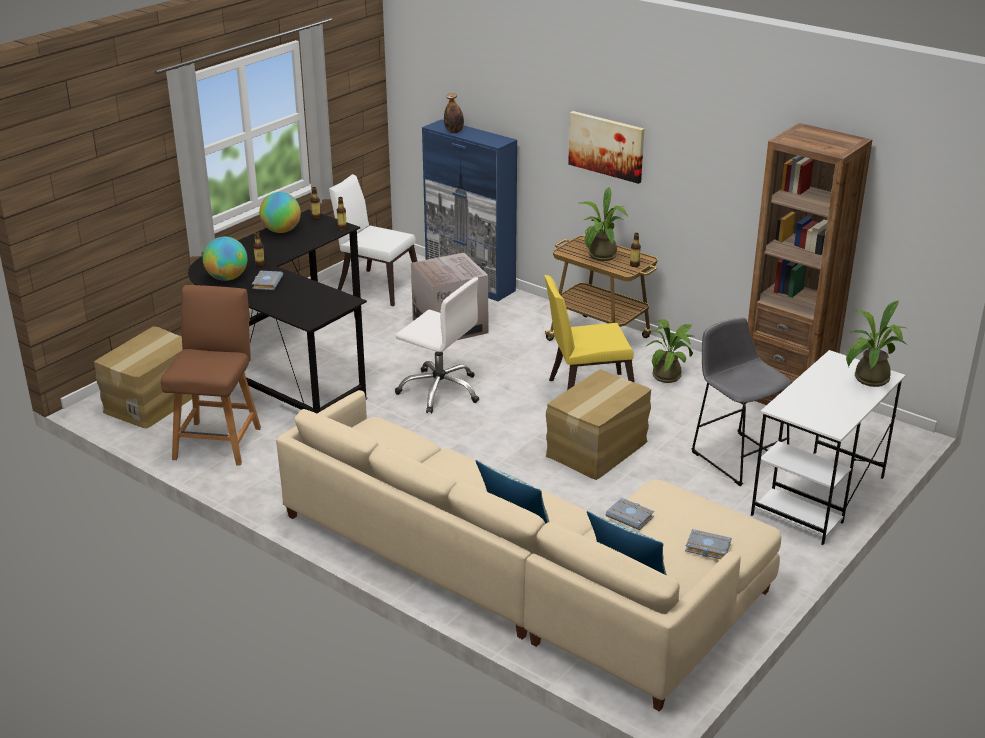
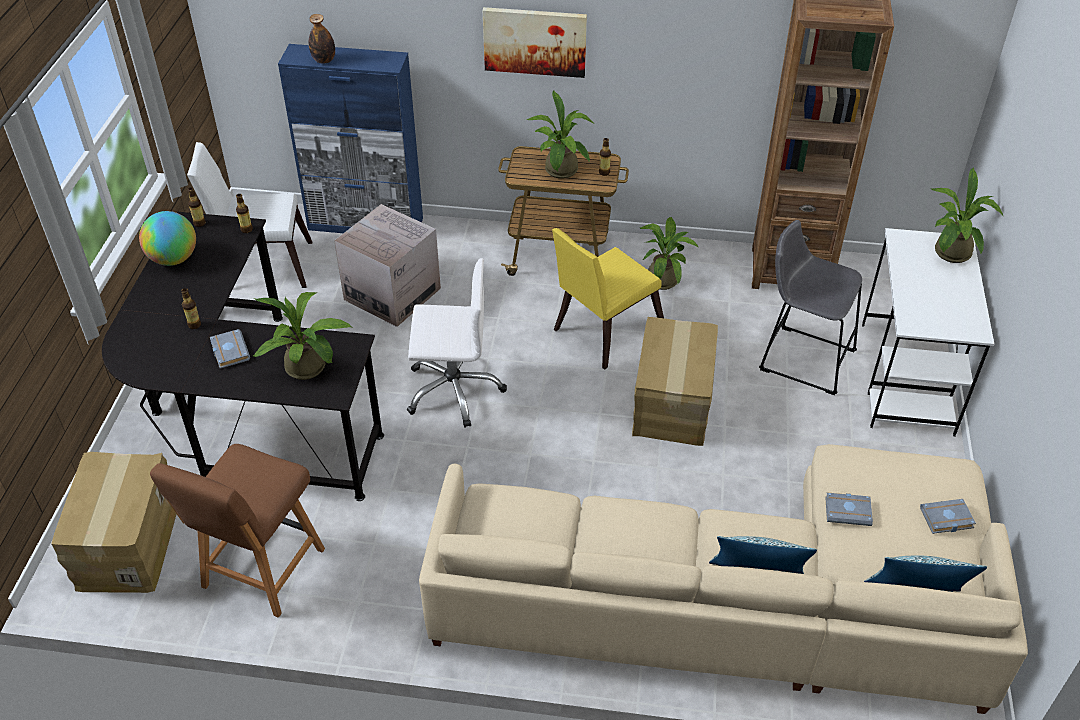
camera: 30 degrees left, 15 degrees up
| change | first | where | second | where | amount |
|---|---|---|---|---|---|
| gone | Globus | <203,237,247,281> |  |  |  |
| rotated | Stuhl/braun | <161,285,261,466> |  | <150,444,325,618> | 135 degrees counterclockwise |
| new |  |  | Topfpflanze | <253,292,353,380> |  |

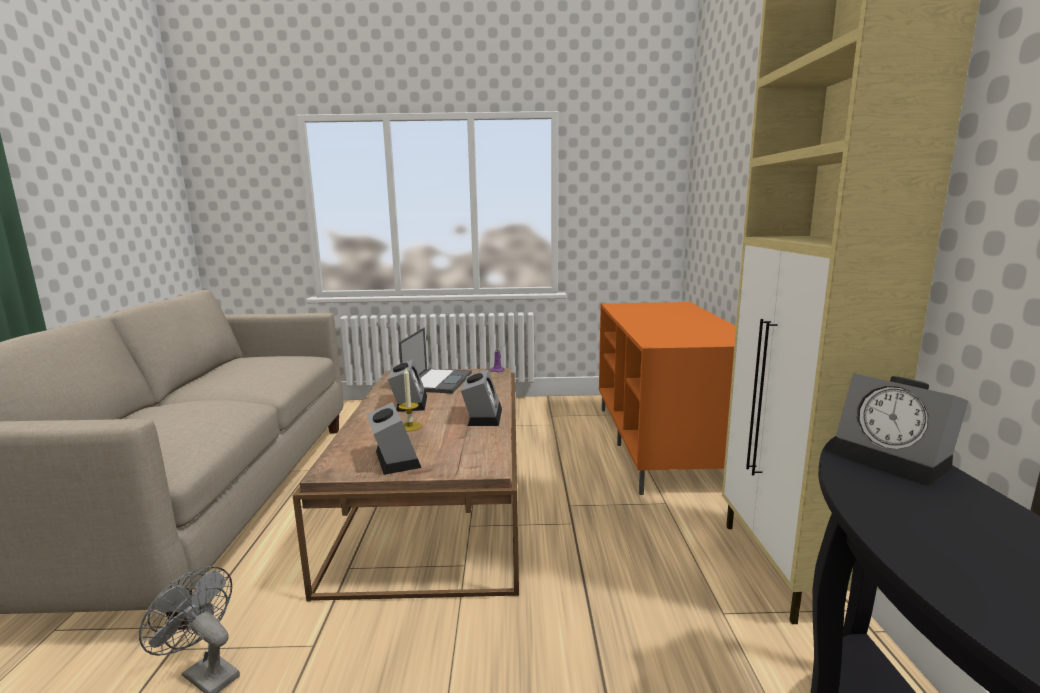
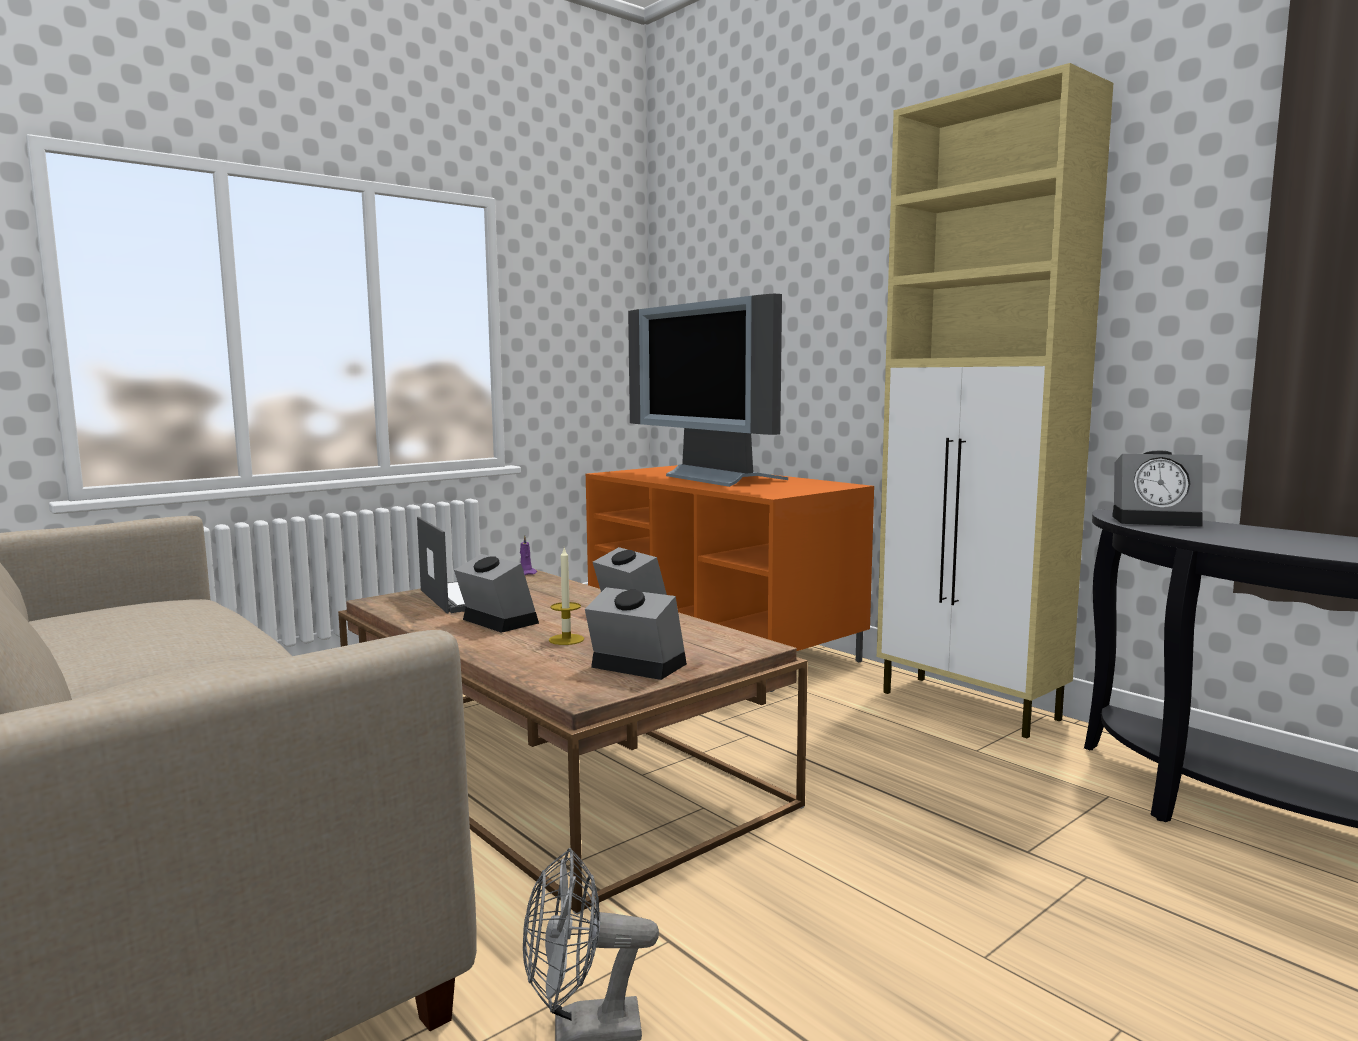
camera: 40 degrees left, 5 degrees down
| change | first | where | second | where | amount |
|---|---|---|---|---|---|
| new |  |  | Fernseher | <628,294,788,487> |  |

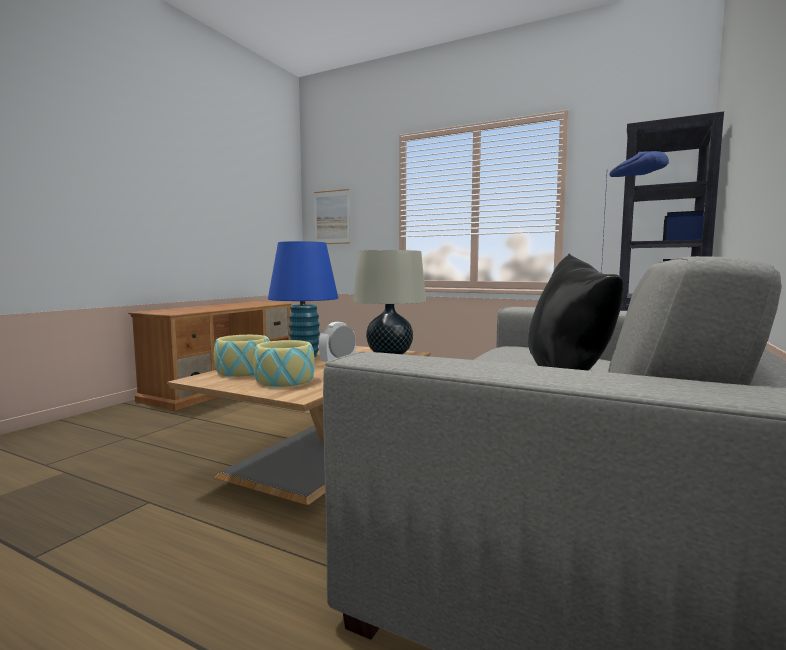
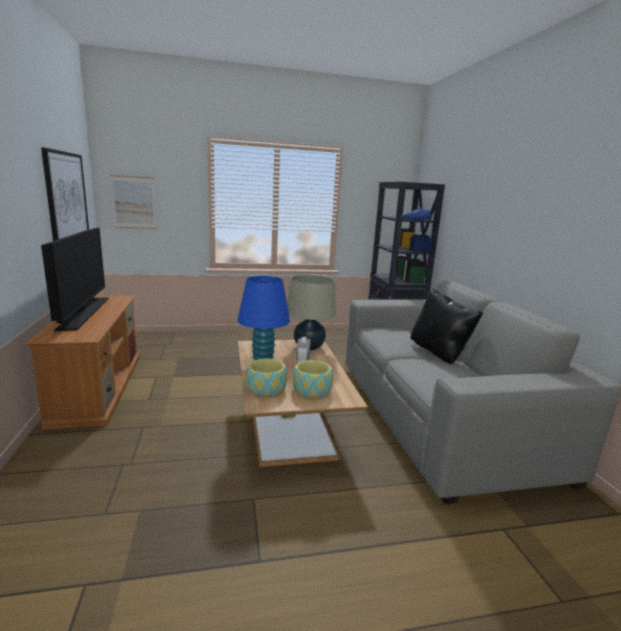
camera: 40 degrees left, 10 degrees up
| change | first | where | second | where | amount |
|---|---|---|---|---|---|
| new |  |  | Bild | <41,147,89,241> |  |
| new |  |  | Fernseher | <41,227,109,331> |  |

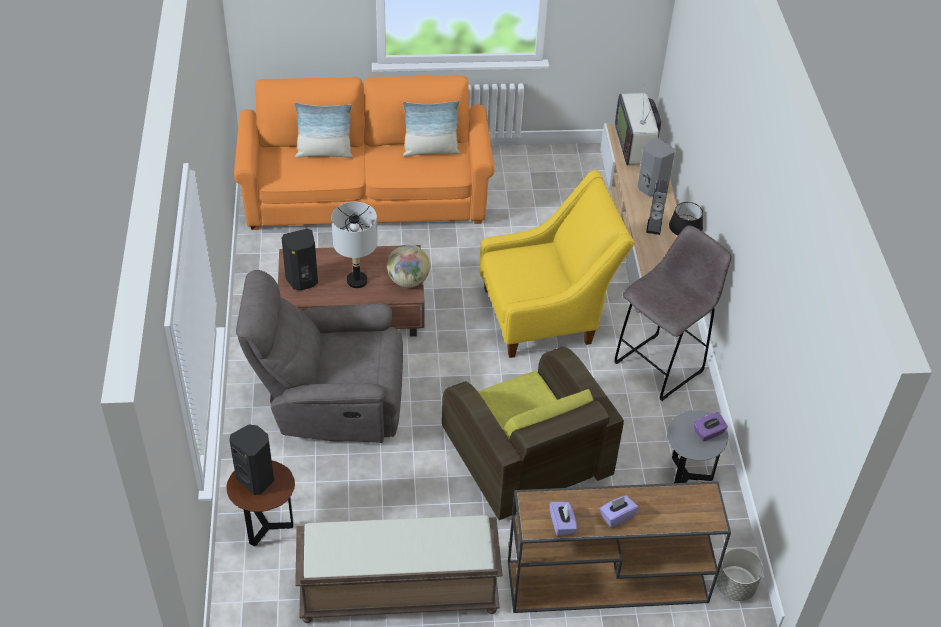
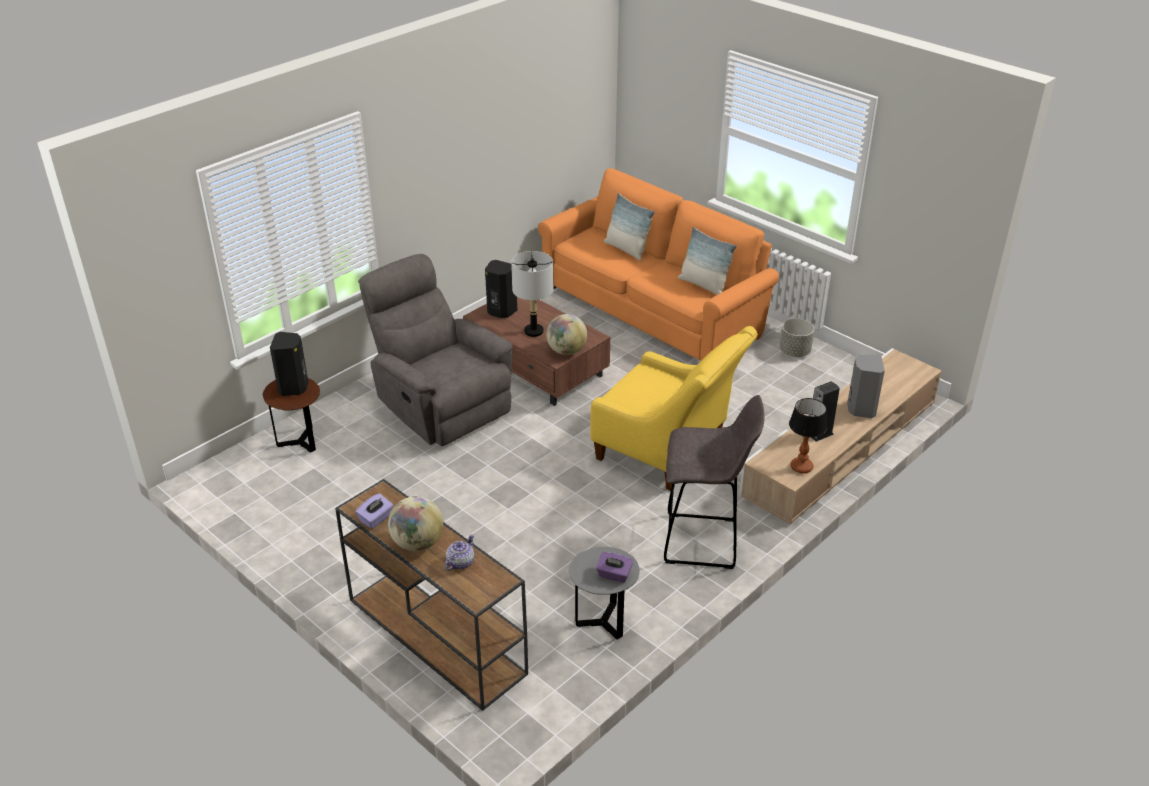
camera: 50 degrees right, 10 degrees down
| change | first | where | second | where | amount |
|---|---|---|---|---|---|
| gone | Fernseher | <615,93,661,165> |  |  |  |
| gone | Sessel/braun | <442,346,624,520> |  |  |  |
| swapped | Taschentuchbox/lila | <600,495,638,528> | Globus | <388,496,443,551> |  |
| gone | Bank/braun | <295,515,503,623> |  |  |  |
| shifted | Pflanzkübel/grau | <716,548,763,601> |  | <780,318,814,357> |  |
| new |  |  | Teekanne | <445,534,474,571> |  |

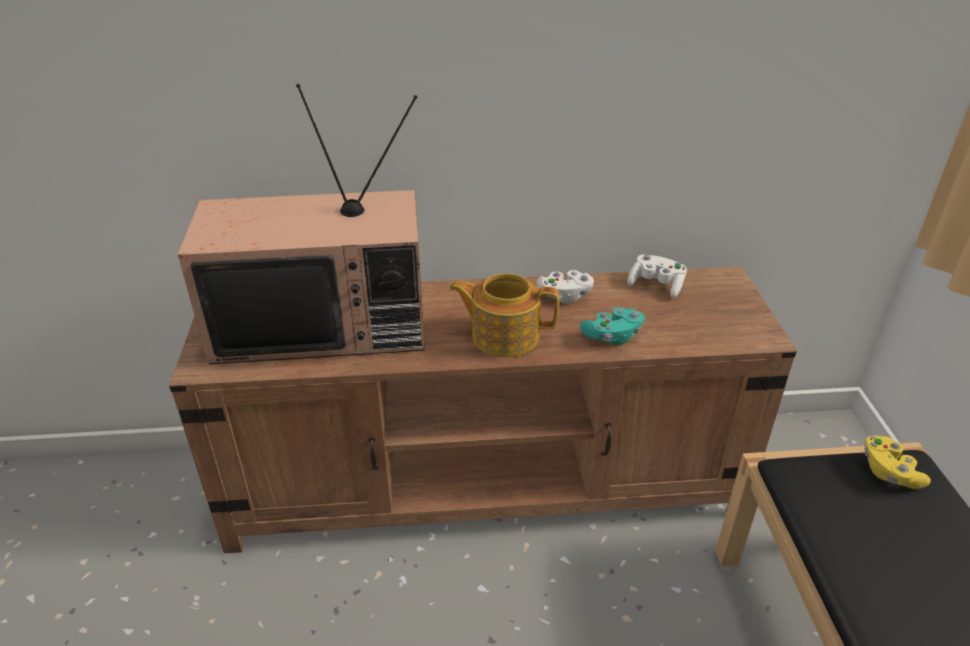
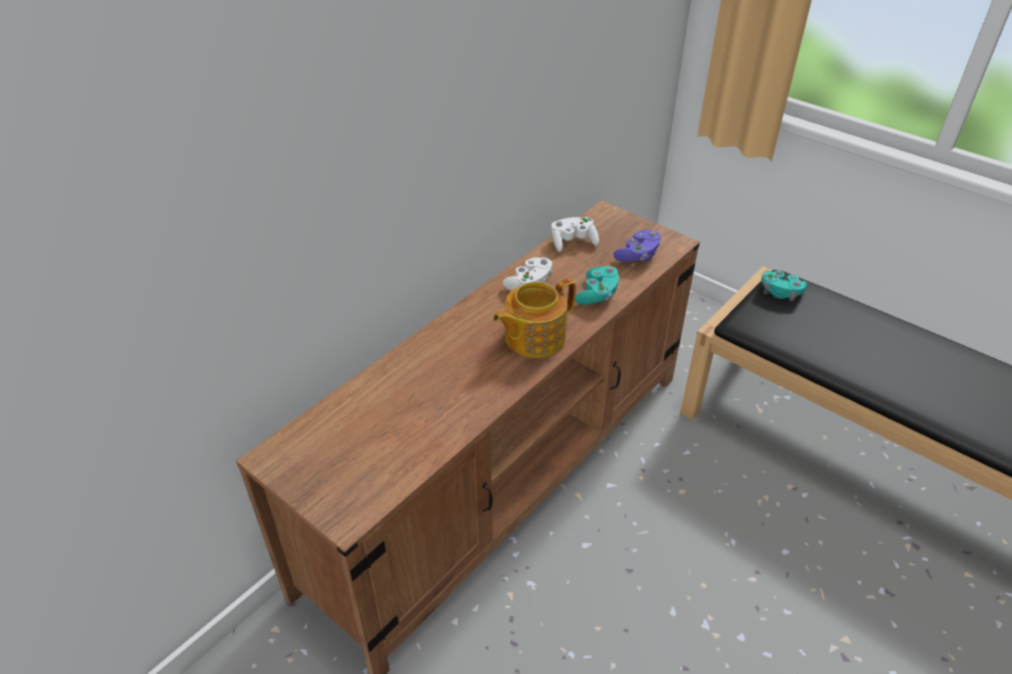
camera: 45 degrees left, 5 degrees up
| change | first | where | second | where | amount |
|---|---|---|---|---|---|
| gone | Fernseher | <178,84,425,364> |  |  |  |
| repainted | Gamepad/gelb | <864,435,931,489> | Gamepad/türkis | <761,270,807,299> |  |
| new |  |  | Gamepad/lila | <613,230,661,262> |  |

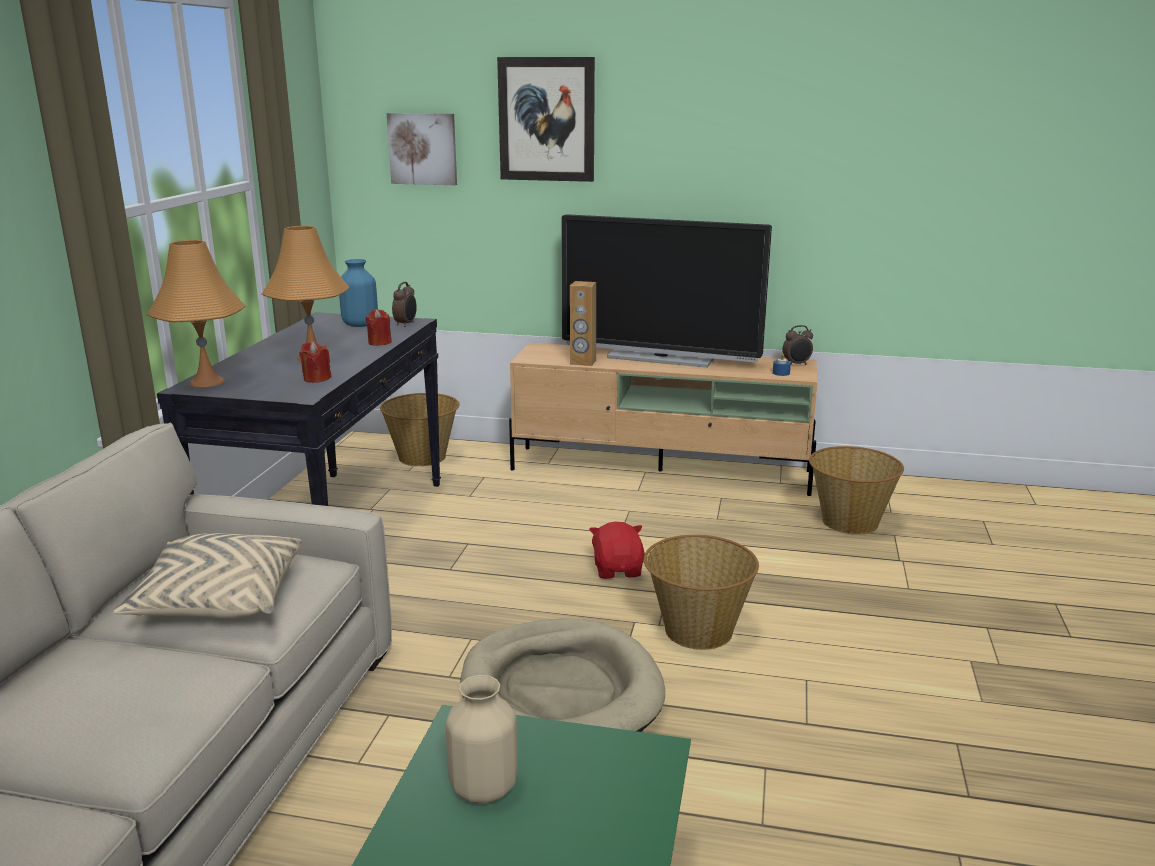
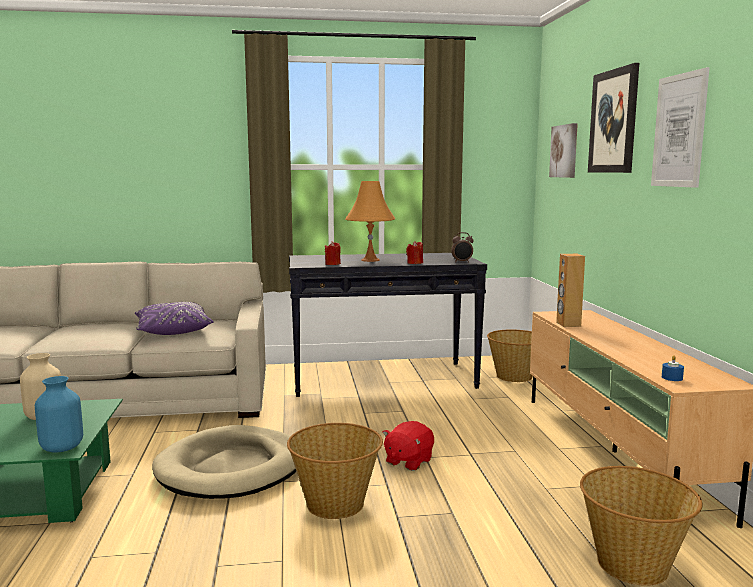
camera: 70 degrees right, 10 degrees down
| change | first | where | second | where | amount |
|---|---|---|---|---|---|
| gone | Fernseher | <561,214,772,368> |  |  |  |
| gone | Tischlampe/orange | <147,240,246,387> |  |  |  |
| shifted | Vase/blau | <339,259,378,327> |  | <35,376,83,453> |  |
| gone | Wecker | <782,325,813,365> |  |  |  |
| rotated | Plüschtier/rot | <589,522,645,579> |  | <382,421,434,471> | 150 degrees clockwise |
| repainted | Kissen/beige | <113,533,302,619> | Kissen/lila | <135,302,214,335> |  |
| new |  |  | Bild | <651,67,710,188> |  |

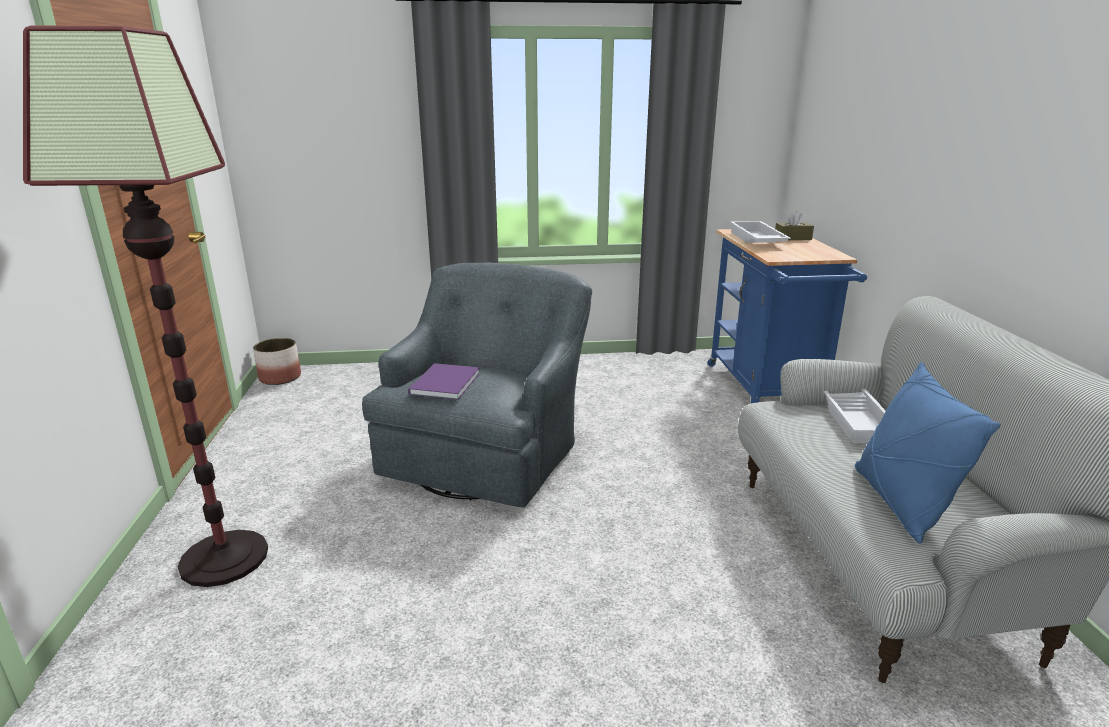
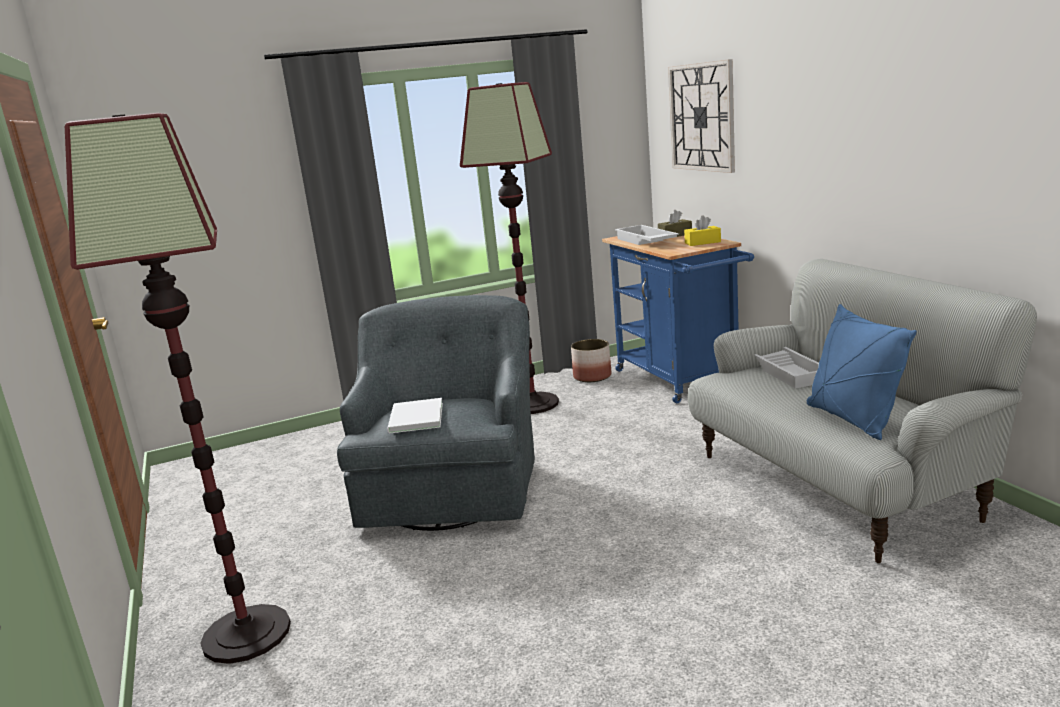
camera: 15 degrees left, 5 degrees down
| change | first | where | second | where | amount |
|---|---|---|---|---|---|
| shifted | Pflanzkübel | <253,338,301,385> |  | <571,339,611,382> |  |
| repainted | Buch/lila | <408,363,480,400> | Buch/weiß | <387,398,443,434> |  |
| new |  |  | Wanduhr | <668,59,735,173> |  |
| new |  |  | Stehlampe | <460,82,559,414> |  |
| new |  |  | Taschentuchbox/gelb | <684,215,721,246> |  |

